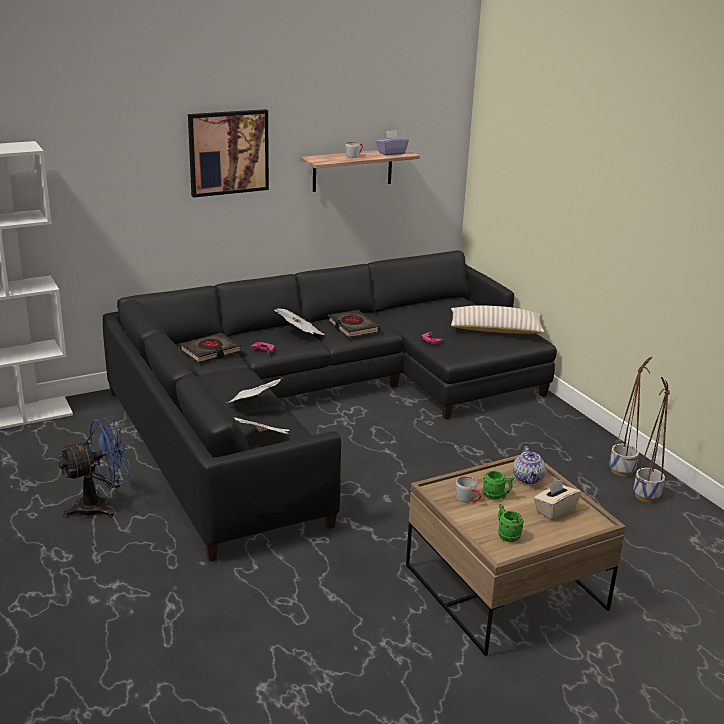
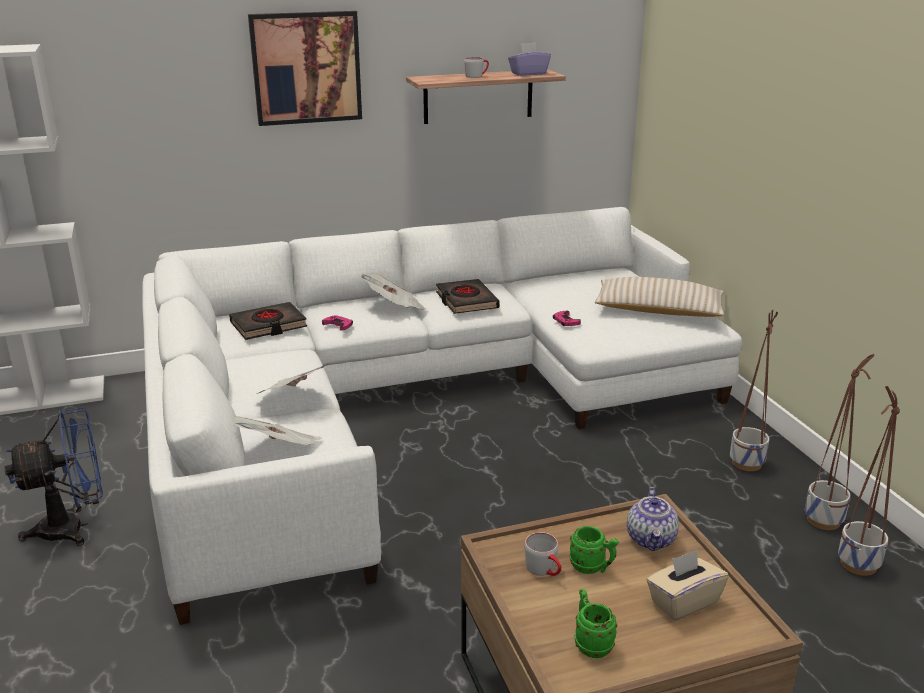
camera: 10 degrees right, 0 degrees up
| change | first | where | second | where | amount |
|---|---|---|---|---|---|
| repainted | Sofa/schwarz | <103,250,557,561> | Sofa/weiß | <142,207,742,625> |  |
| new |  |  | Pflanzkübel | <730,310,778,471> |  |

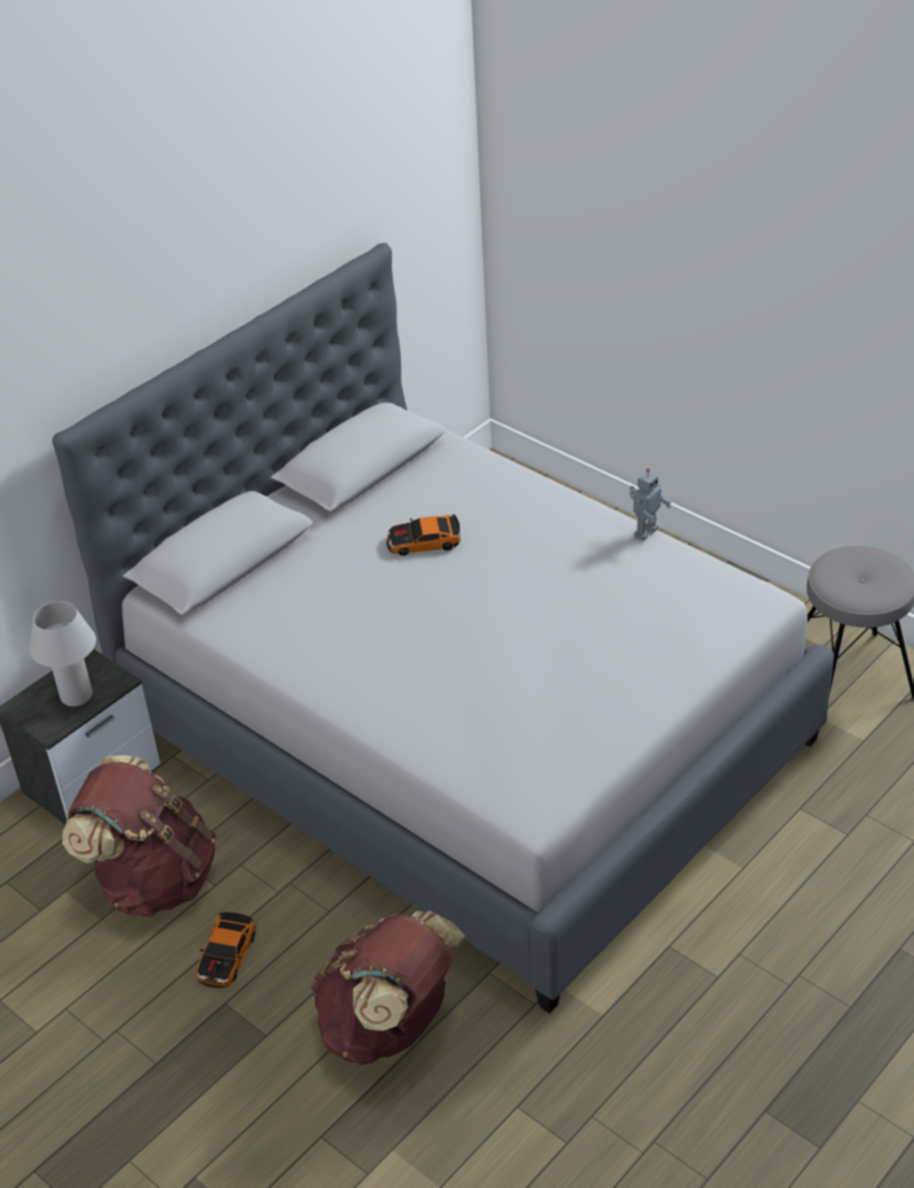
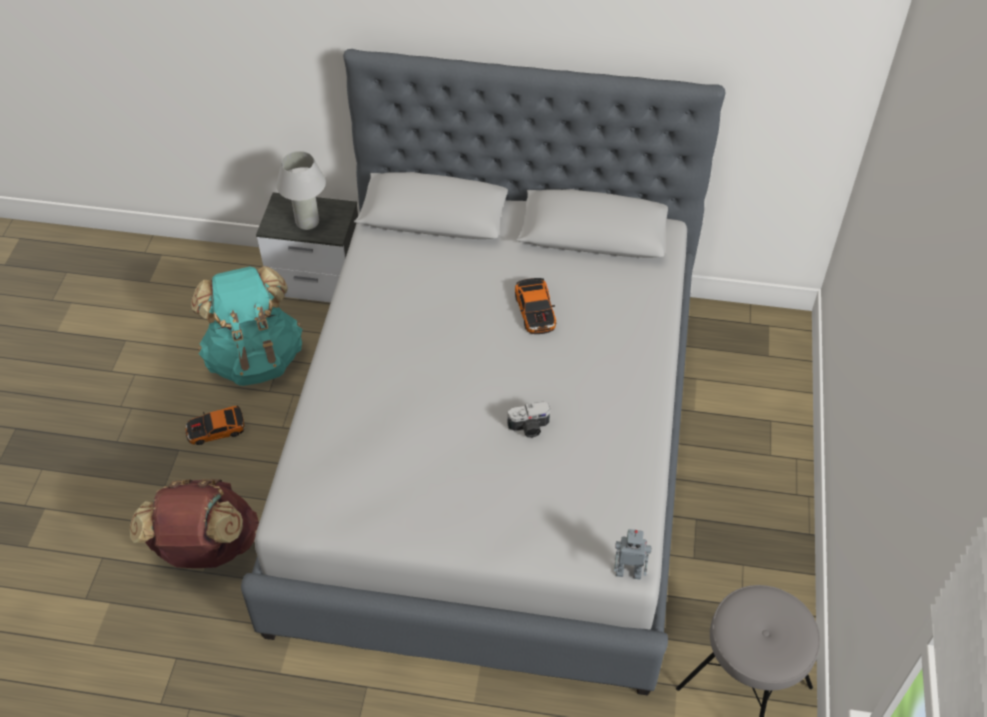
camera: 55 degrees right, 10 degrees up
| change | first | where | second | where | amount |
|---|---|---|---|---|---|
| shifted | Spielzeugroboter | <630,469,672,541> |  | <614,529,652,579> |  |
| rotated | Spielzeugauto | <387,514,461,556> |  | <515,278,556,334> | 150 degrees counterclockwise |
| repainted | Rucksack/braun | <62,755,216,917> | Rucksack/türkis | <191,266,302,386> |  |
| new |  |  | Kamera | <508,401,550,438> |  |

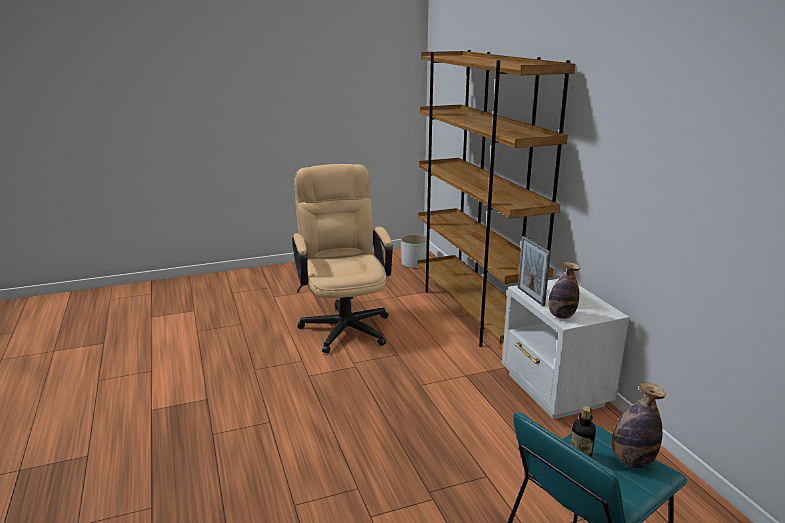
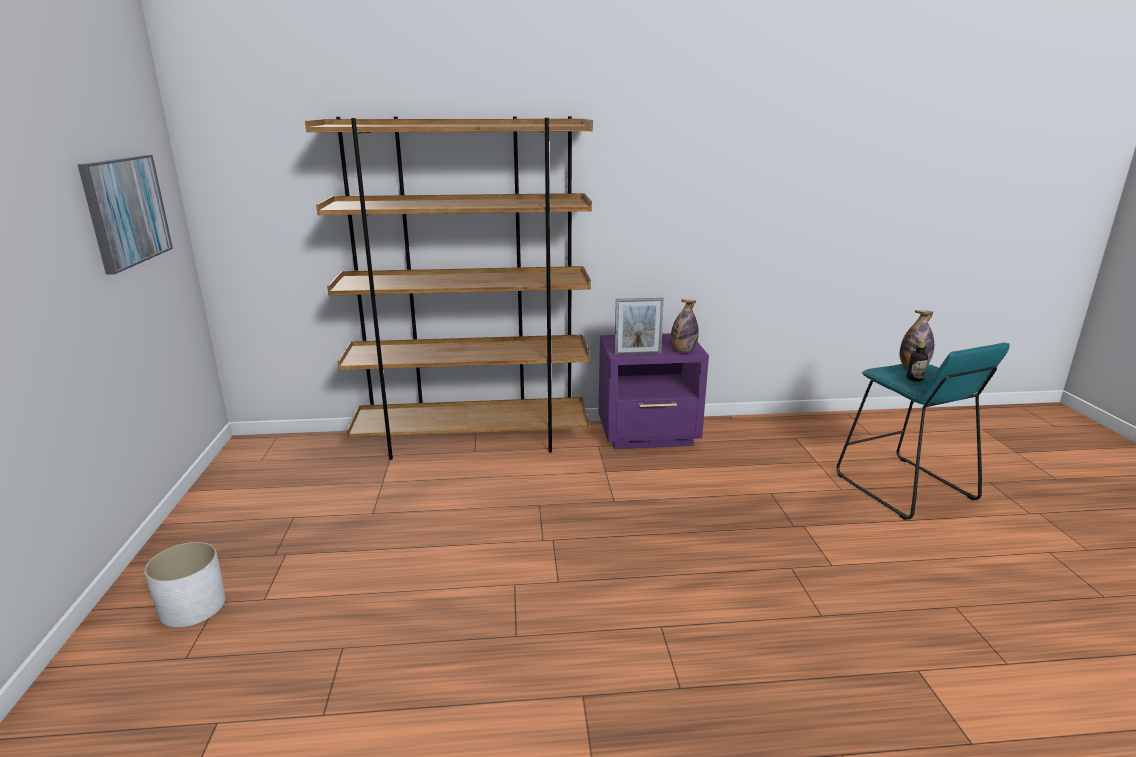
camera: 75 degrees left, 0 degrees up
| change | first | where | second | where | amount |
|---|---|---|---|---|---|
| gone | Bürostuhl/beige | <292,164,393,353> |  |  |  |
| shifted | Pflanzkübel/weiß | <401,235,430,268> |  | <144,542,225,628> |  |
| repainted | Nachttisch/weiß | <502,279,630,419> | Nachttisch/lila | <599,333,709,449> |  |
| new |  |  | Bild | <78,155,173,275> |  |

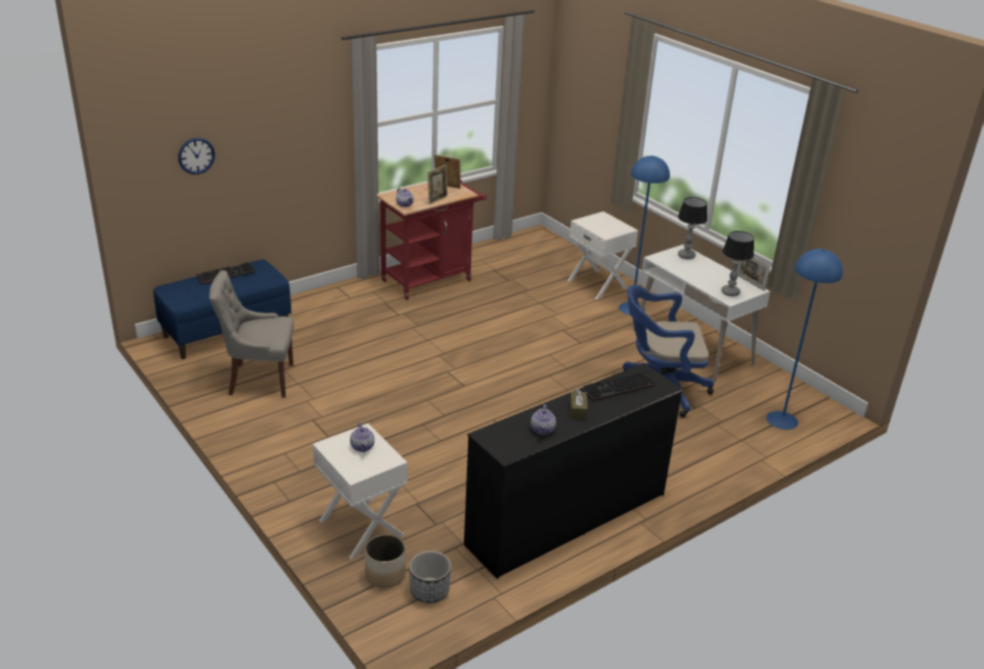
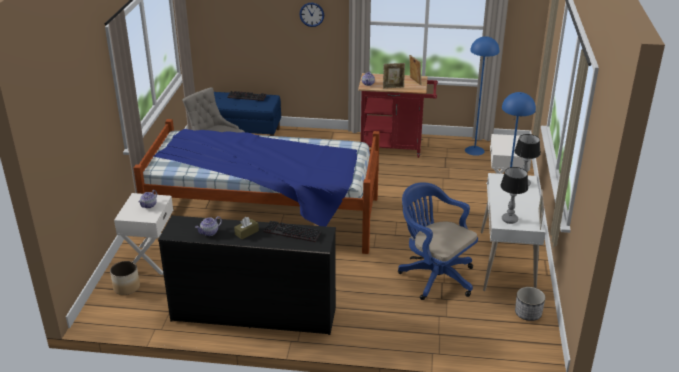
camera: 45 degrees right, 0 degrees up
| change | first | where | second | where | amount |
|---|---|---|---|---|---|
| shifted | Wanduhr | <178,138,215,174> |  | <299,3,324,27> |  |
| shifted | Stehlampe/blau | <766,249,843,430> |  | <465,36,499,156> |  |
| shifted | Pflanzkübel | <409,551,451,603> |  | <515,287,545,321> |  |
| new |  |  | Bett | <134,119,380,254> |  |

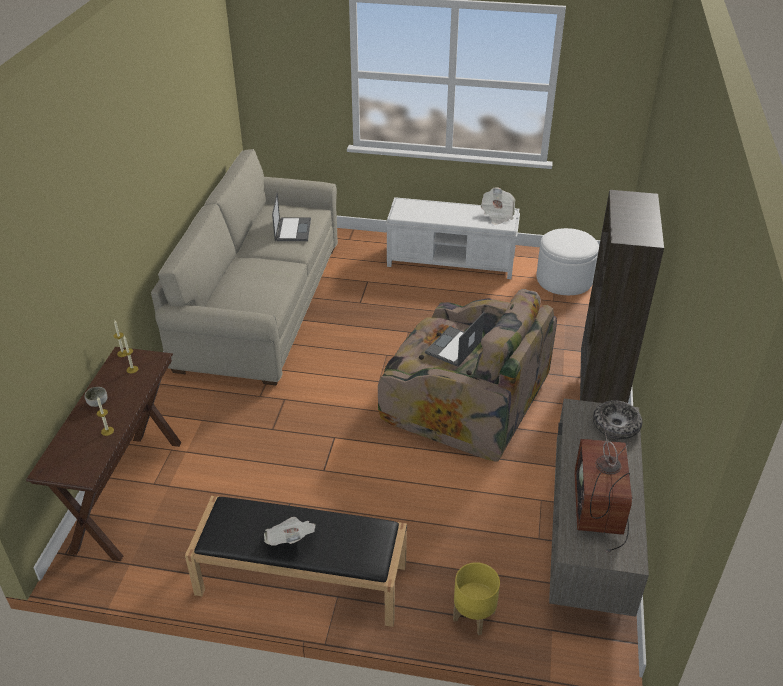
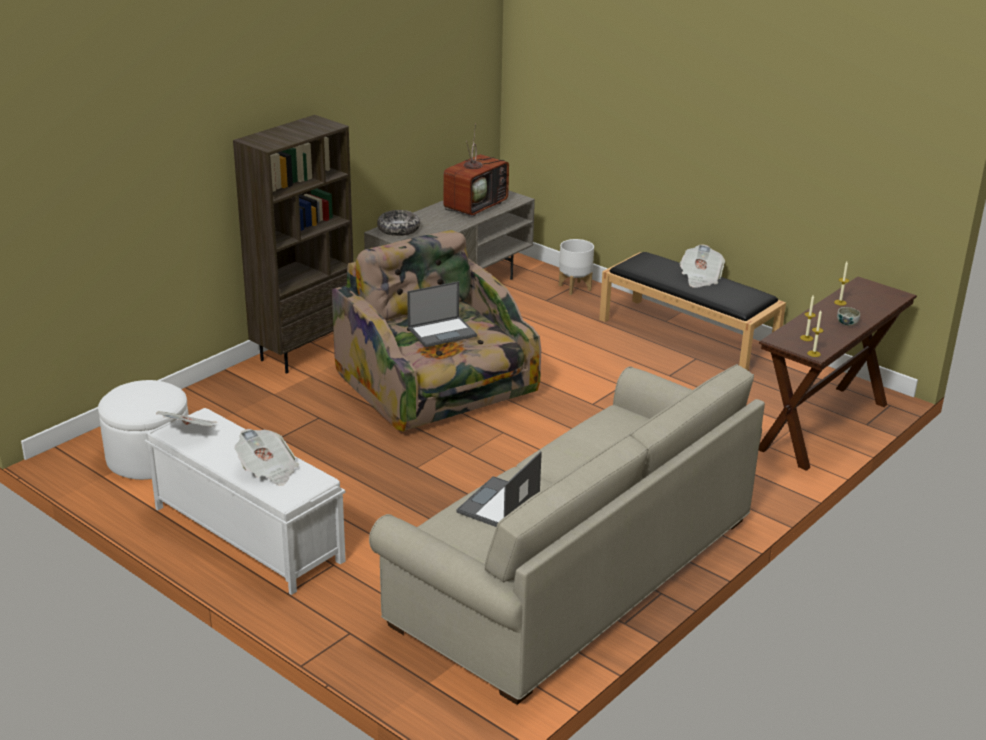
camera: 150 degrees left, 10 degrees down
| change | first | where | second | where | amount |
|---|---|---|---|---|---|
| repainted | Pflanzkübel/gelb | <453,562,500,635> | Pflanzkübel/weiß | <559,239,594,295> |  |
| new |  |  | Zeitung | <235,429,299,486> |  |

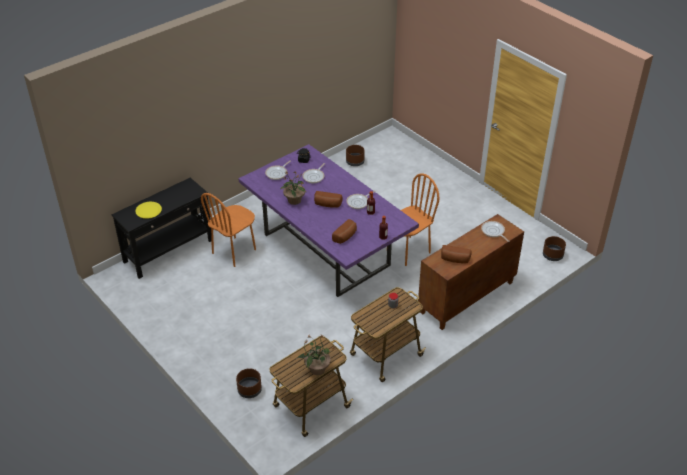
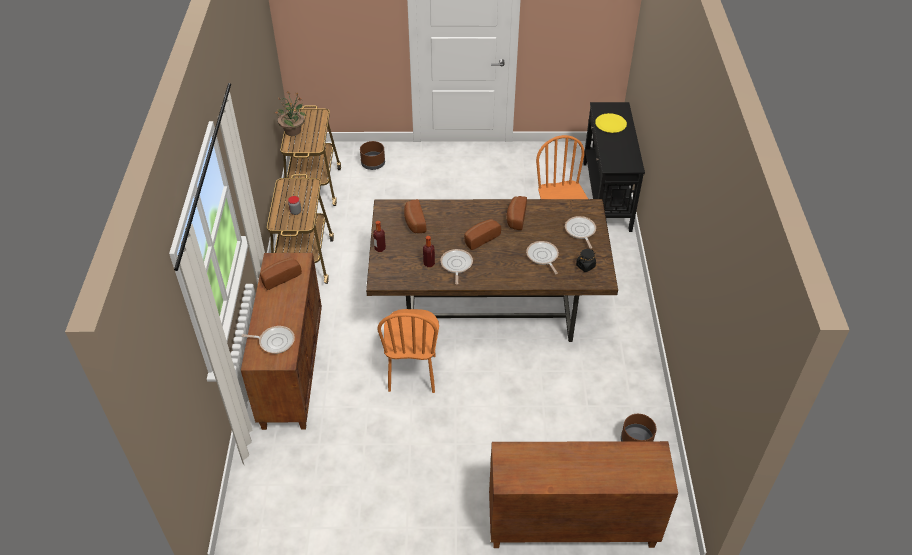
camera: 130 degrees right, 5 degrees up
| change | first | where | second | where | amount |
|---|---|---|---|---|---|
| repainted | Esstisch/lila | <238,144,419,297> | Esstisch/braun | <366,199,618,342> |  |
| swapped | Topfpflanze | <280,171,306,205> | Brot | <507,196,527,230> |  |
| gone | Pflanzkübel/braun | <543,236,566,261> |  |  |  |
| new |  |  | Schrank/braun | <489,441,678,548> |  |

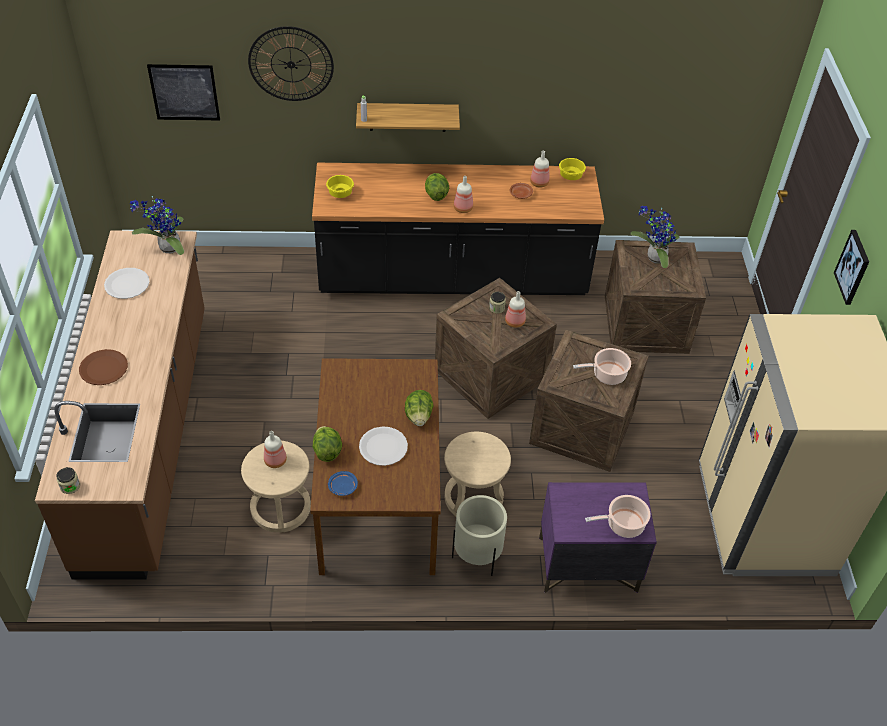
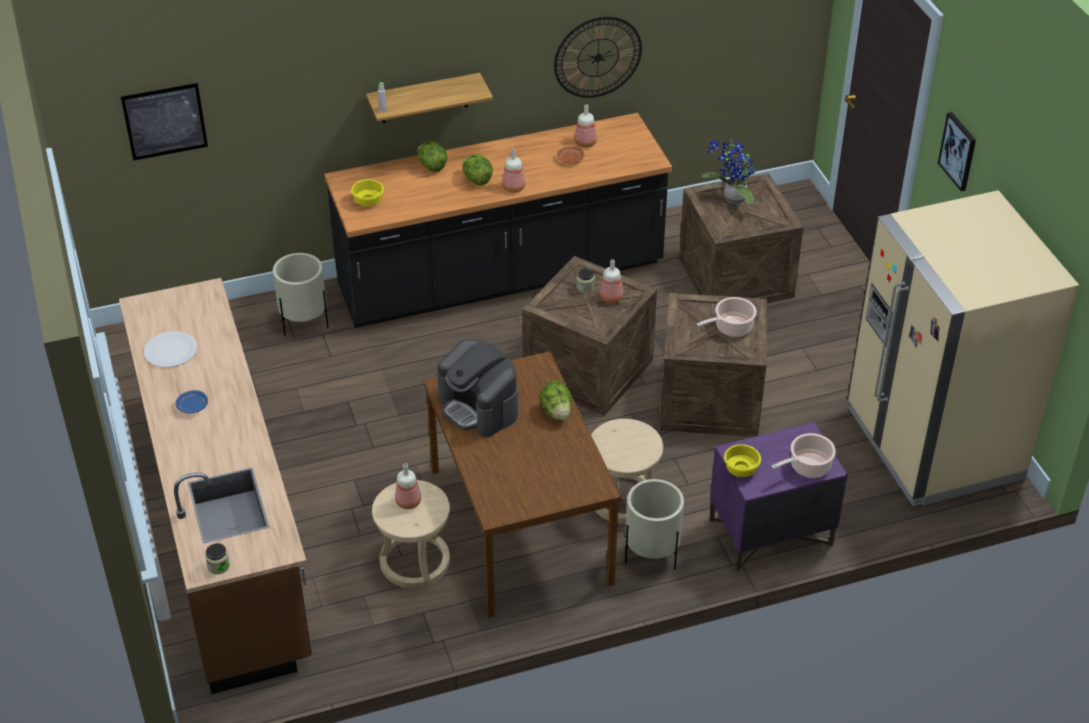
camera: 15 degrees left, 5 degrees down
| change | first | where | second | where | amount |
|---|---|---|---|---|---|
| shifted | Wanduhr | <248,26,334,101> |  | <554,17,642,98> |  |
| shifted | Schüssel/gelb | <559,158,586,180> |  | <724,444,761,477> |  |
| gone | Topfpflanze | <130,196,184,255> |  |  |  |
| gone | Teller/braun | <79,349,128,385> |  |  |  |
| shifted | Salatkopf | <313,426,342,462> |  | <417,141,447,172> |  |
| gone | Teller/weiß | <359,426,408,466> |  |  |  |
| shifted | Teller/blau | <328,471,358,496> |  | <176,390,208,414> |  |
| new |  |  | Pflanzkübel/beige | <273,253,329,336> |  |
| new |  |  | Kaffeemaschine | <437,339,518,437> |  |

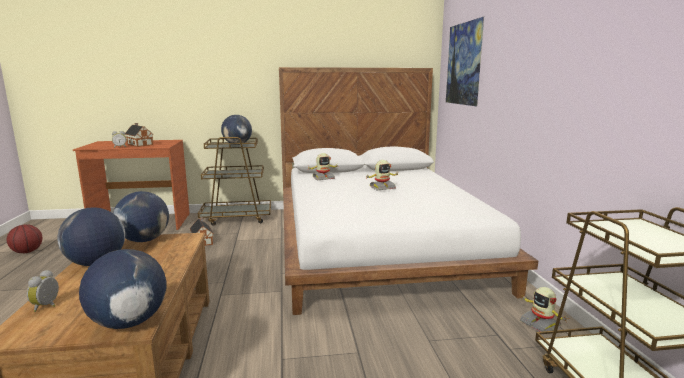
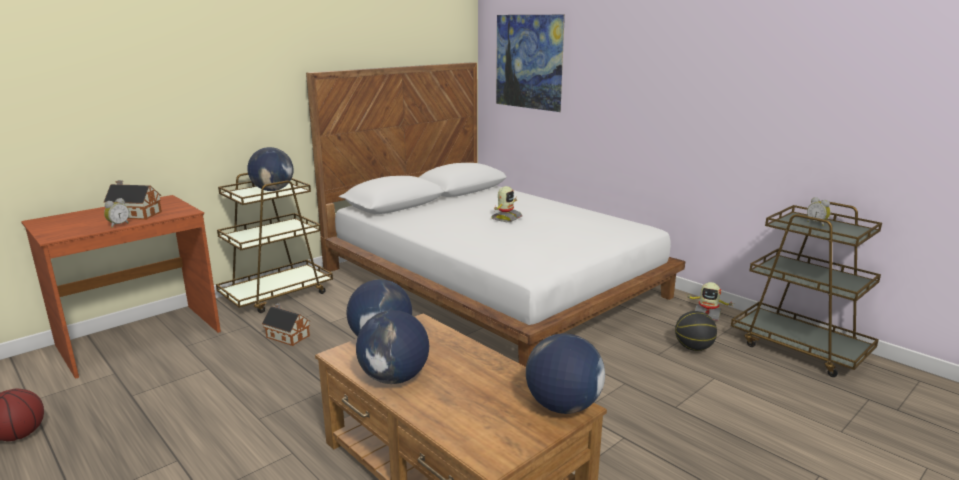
camera: 35 degrees left, 5 degrees up
| change | first | where | second | where | amount |
|---|---|---|---|---|---|
| gone | Spielzeugroboter | <307,153,339,180> |  |  |  |
| shifted | Wecker | <27,270,59,312> |  | <807,197,831,226> |  |
| new |  |  | Basketball | <675,311,717,351> |  |

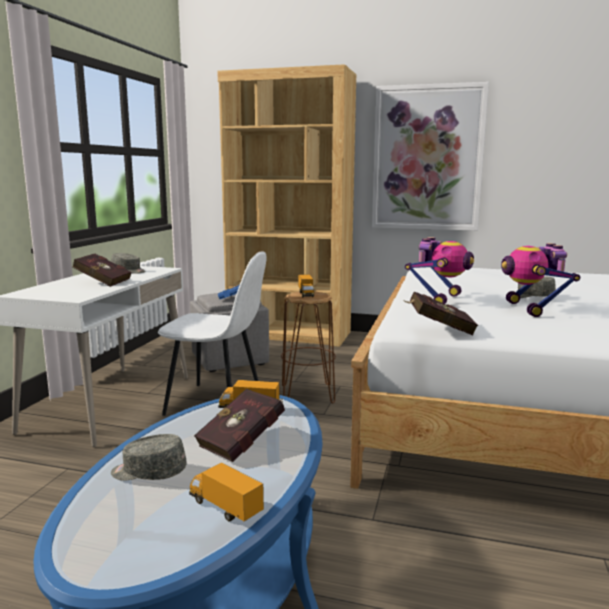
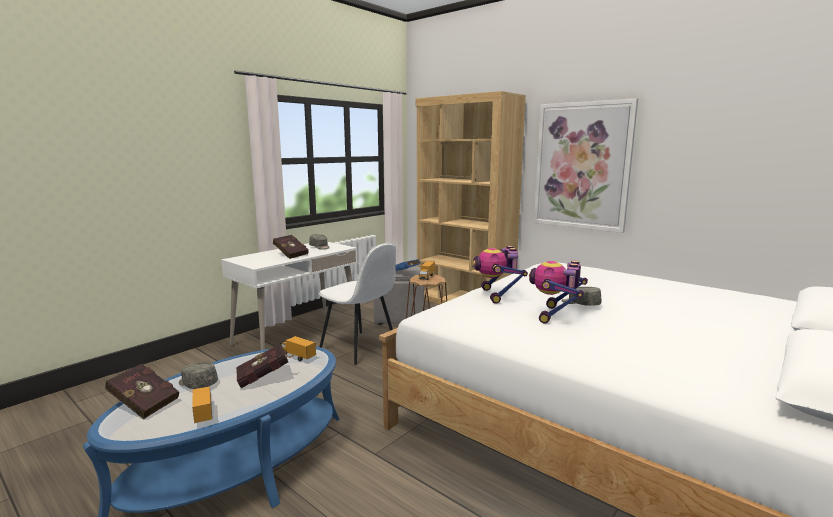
camera: 25 degrees right, 0 degrees up
| change | first | where | second | where | amount |
|---|---|---|---|---|---|
| rotated | Spielzeugroboter | <405,237,474,304> |  | <473,246,528,304> | 120 degrees clockwise |
| shifted | Buch/rot | <402,292,478,335> |  | <105,364,179,419> |  |

